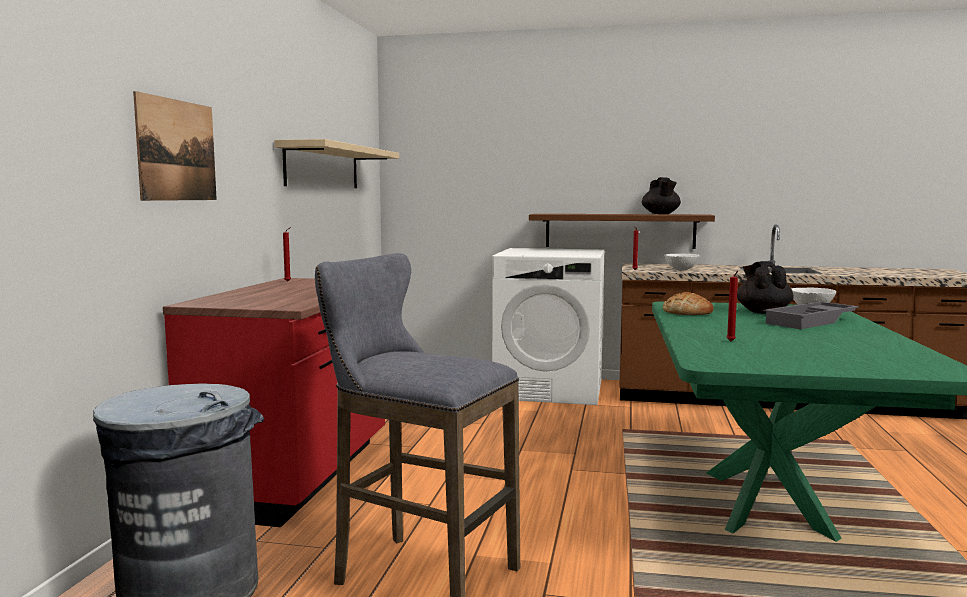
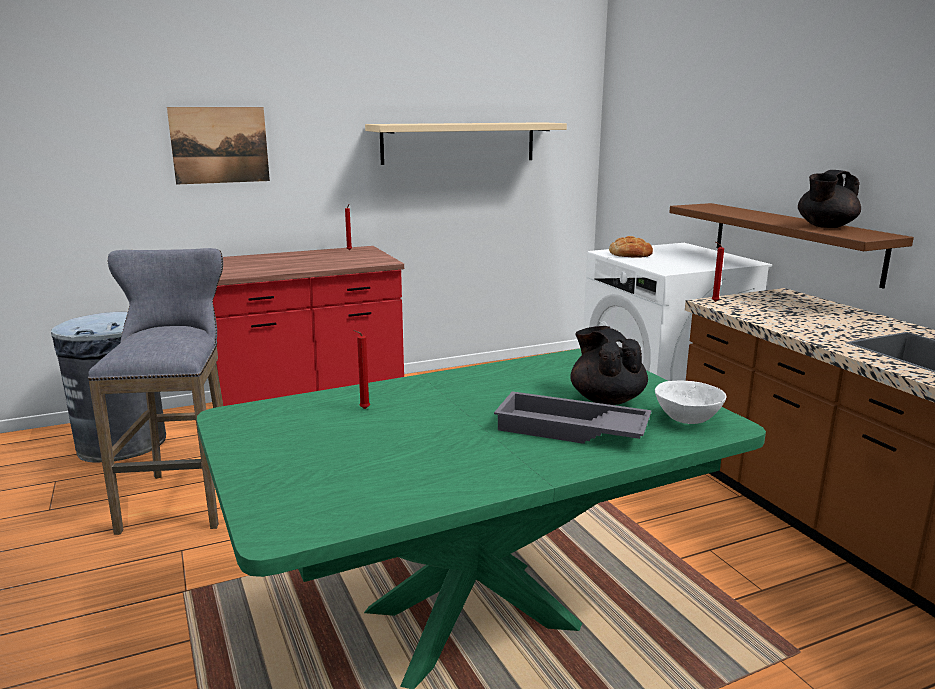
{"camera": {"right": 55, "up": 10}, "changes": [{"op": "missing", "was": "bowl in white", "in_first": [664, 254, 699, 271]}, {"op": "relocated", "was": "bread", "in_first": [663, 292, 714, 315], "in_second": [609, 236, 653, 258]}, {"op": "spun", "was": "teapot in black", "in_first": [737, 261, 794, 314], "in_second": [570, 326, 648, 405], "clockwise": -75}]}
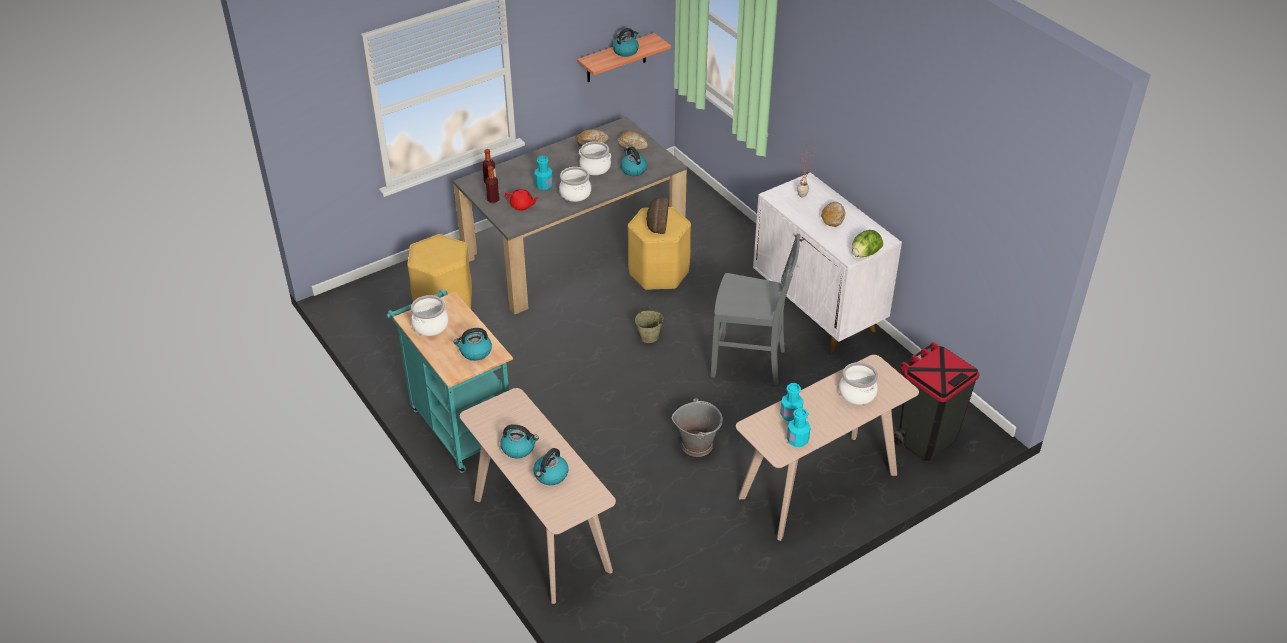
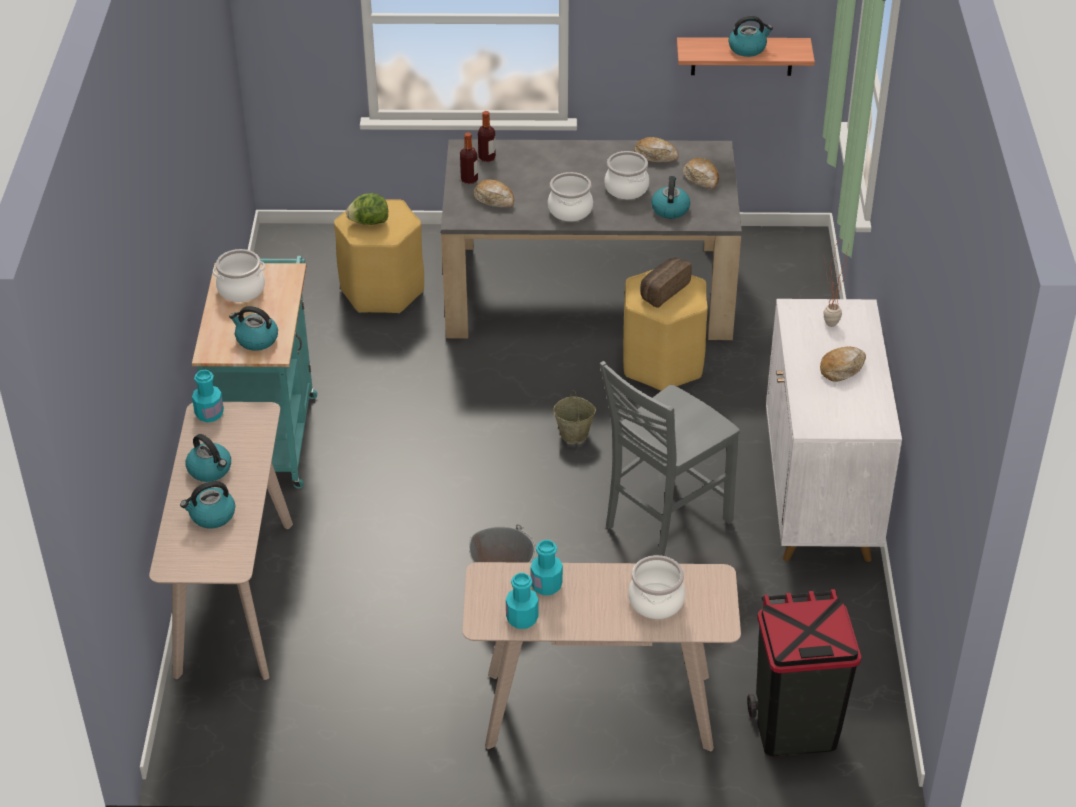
{"camera": {"right": 35, "up": 0}, "changes": [{"op": "relocated", "was": "bottle in turquoise", "in_first": [534, 156, 553, 190], "in_second": [192, 370, 224, 422]}, {"op": "relocated", "was": "lettuce", "in_first": [852, 230, 883, 257], "in_second": [346, 193, 388, 225]}, {"op": "exchanged", "was": "teapot in red", "now": "bread", "in_first": [505, 189, 539, 210], "in_second": [473, 179, 514, 208]}, {"op": "spun", "was": "chair in grey", "in_first": [711, 234, 801, 385], "in_second": [600, 361, 740, 556], "clockwise": 90}]}
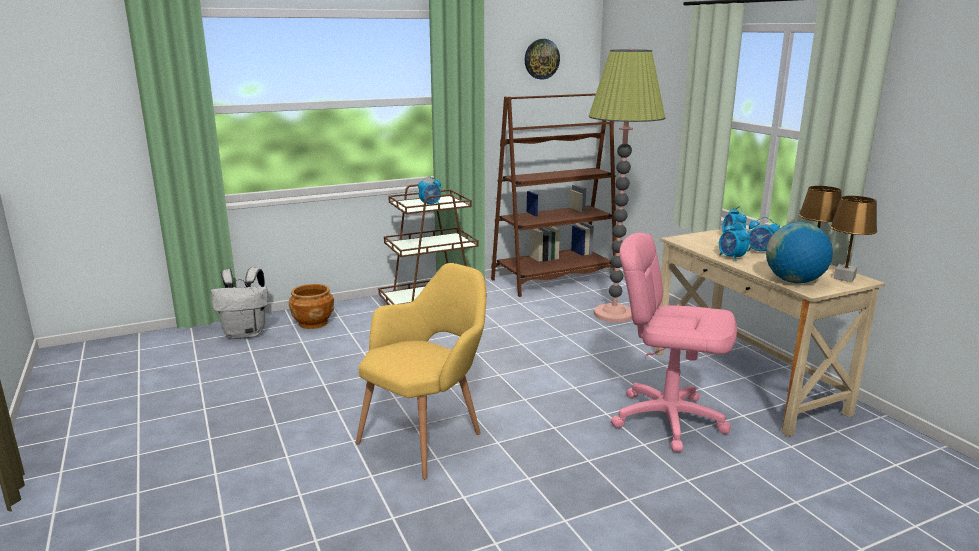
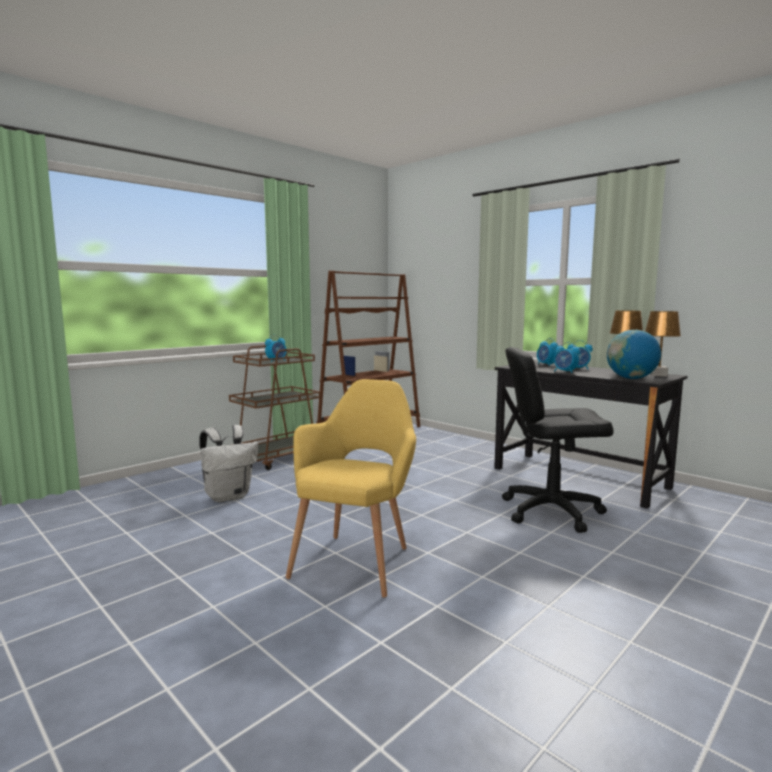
{"camera": {"right": -20, "up": -10}, "changes": [{"op": "missing", "was": "planter in brown", "in_first": [289, 284, 334, 329]}, {"op": "missing", "was": "wall clock", "in_first": [525, 39, 560, 79]}, {"op": "missing", "was": "floor lamp", "in_first": [589, 48, 666, 323]}, {"op": "relocated", "was": "backpack in white", "in_first": [211, 268, 268, 339], "in_second": [199, 425, 258, 503]}, {"op": "colour", "was": "office chair in pink", "now": "office chair in black", "in_first": [611, 233, 737, 452], "in_second": [502, 347, 614, 533]}, {"op": "colour", "was": "desk in beige", "now": "desk in black", "in_first": [654, 229, 885, 437], "in_second": [494, 362, 687, 509]}]}
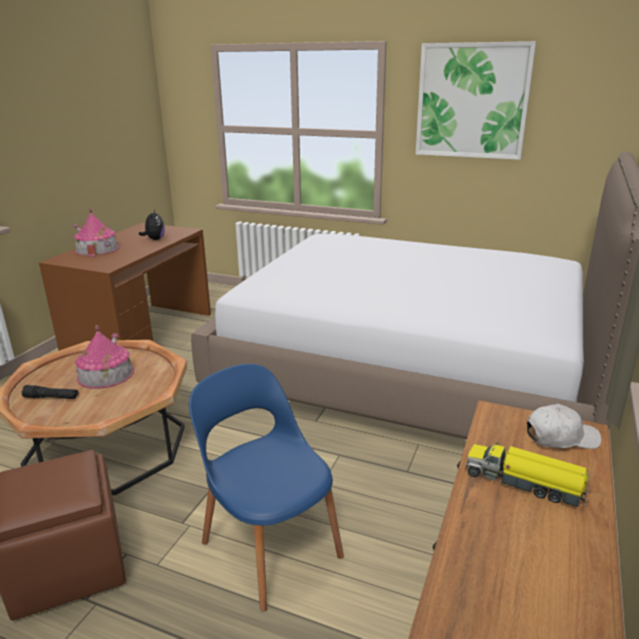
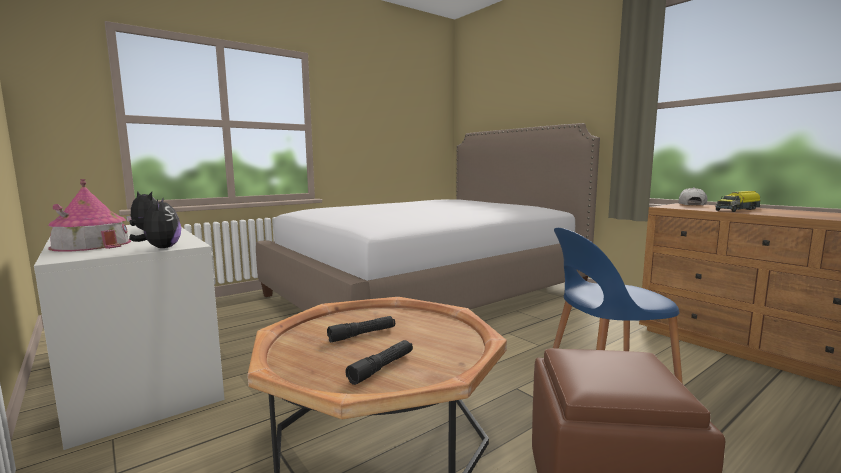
{"camera": {"right": -60, "up": -15}, "changes": [{"op": "missing", "was": "picture", "in_first": [416, 41, 536, 160]}, {"op": "appeared", "now": "plush toy", "in_second": [129, 197, 181, 248]}, {"op": "exchanged", "was": "toy house", "now": "flashlight in black", "in_first": [75, 325, 134, 389], "in_second": [327, 316, 395, 342]}, {"op": "colour", "was": "desk in brown", "now": "desk in white", "in_first": [39, 223, 211, 351], "in_second": [34, 225, 225, 450]}]}
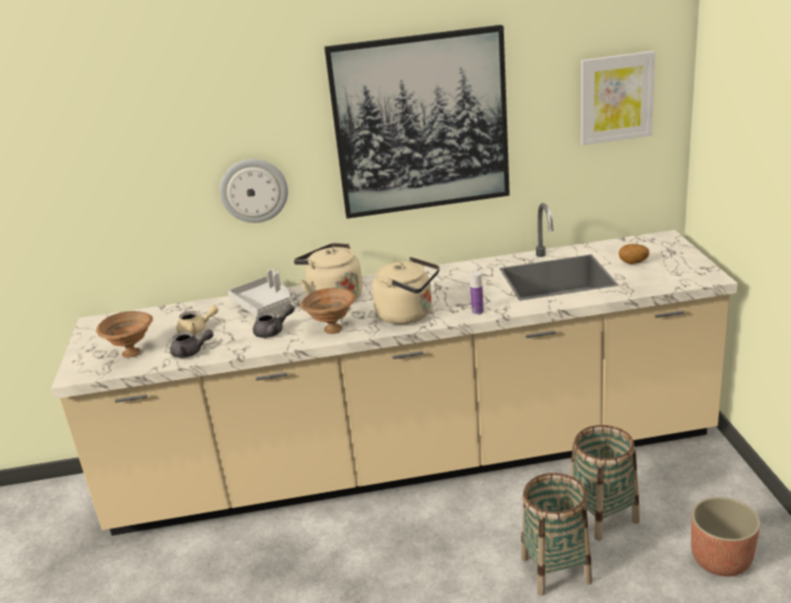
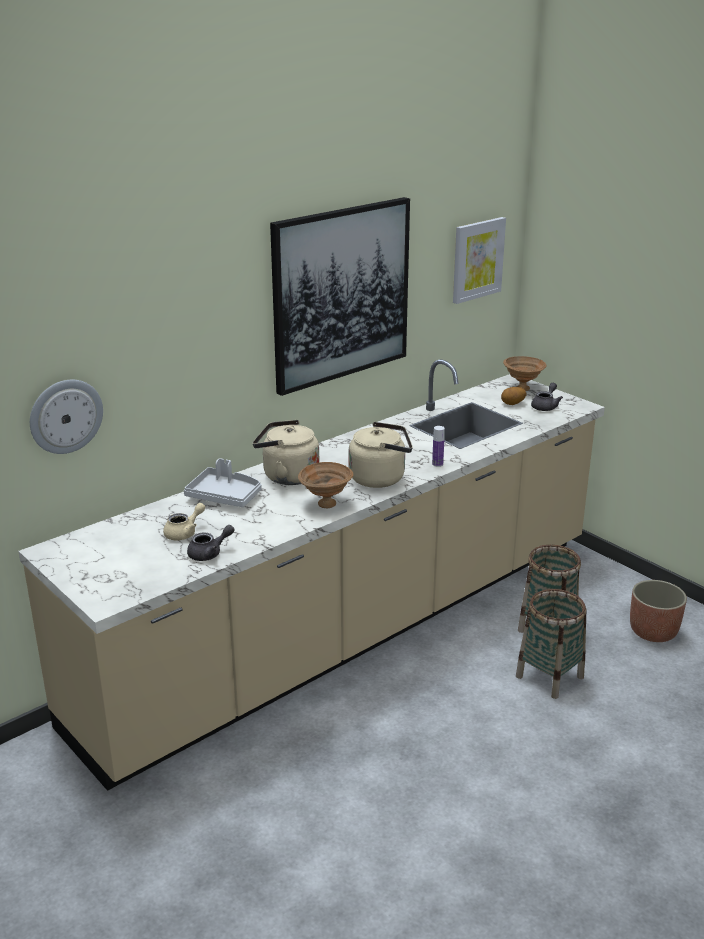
{"camera": {"right": -35, "up": 0}, "changes": [{"op": "relocated", "was": "bowl in brown", "in_first": [96, 311, 153, 358], "in_second": [503, 356, 547, 391]}, {"op": "relocated", "was": "wall clock", "in_first": [220, 159, 288, 223], "in_second": [30, 380, 103, 454]}, {"op": "relocated", "was": "teapot in grey", "in_first": [253, 304, 295, 338], "in_second": [531, 383, 563, 411]}]}
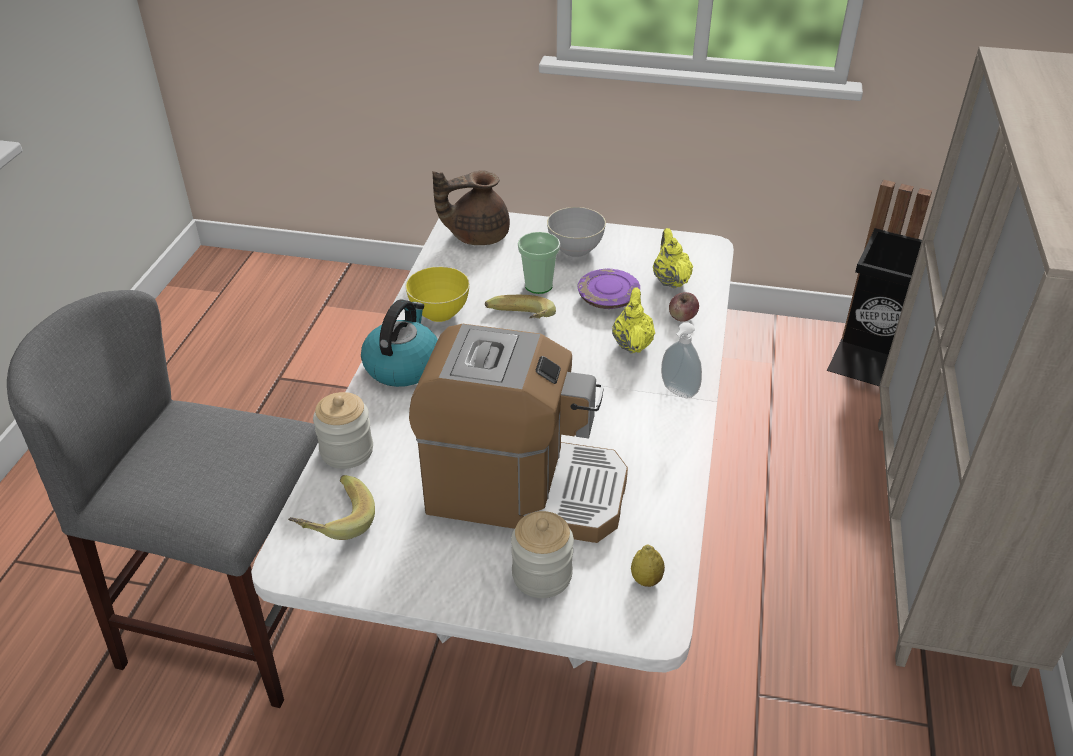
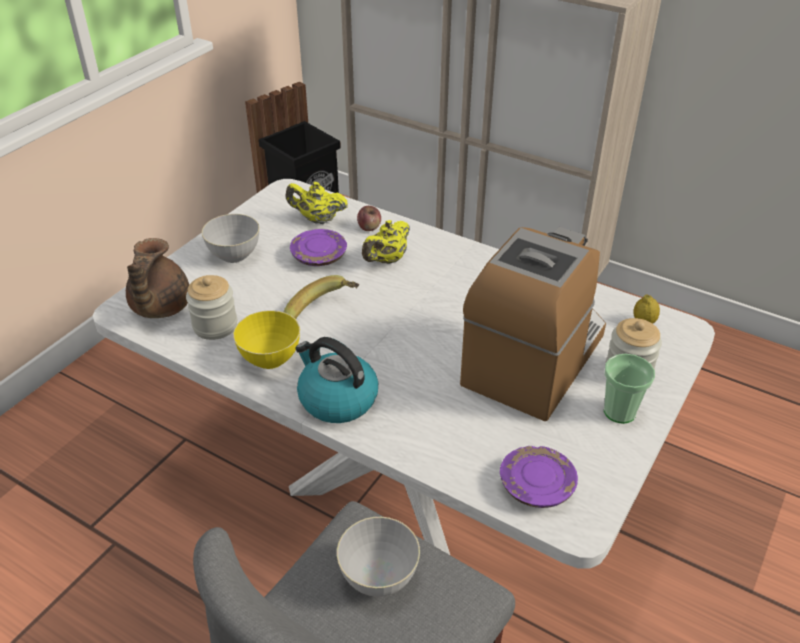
{"camera": {"right": -70, "up": 0}, "changes": [{"op": "missing", "was": "soap dispenser", "in_first": [661, 322, 702, 398]}, {"op": "appeared", "now": "bowl in grey", "in_second": [337, 517, 420, 597]}, {"op": "relocated", "was": "jar", "in_first": [313, 392, 373, 469], "in_second": [186, 275, 237, 340]}, {"op": "relocated", "was": "cup", "in_first": [518, 232, 560, 294], "in_second": [604, 354, 655, 424]}, {"op": "exchanged", "was": "banana", "now": "plate in purple", "in_first": [288, 475, 375, 540], "in_second": [500, 446, 578, 508]}, {"op": "spun", "was": "teapot in yellow", "in_first": [612, 287, 655, 353], "in_second": [362, 220, 410, 264], "clockwise": -75}]}
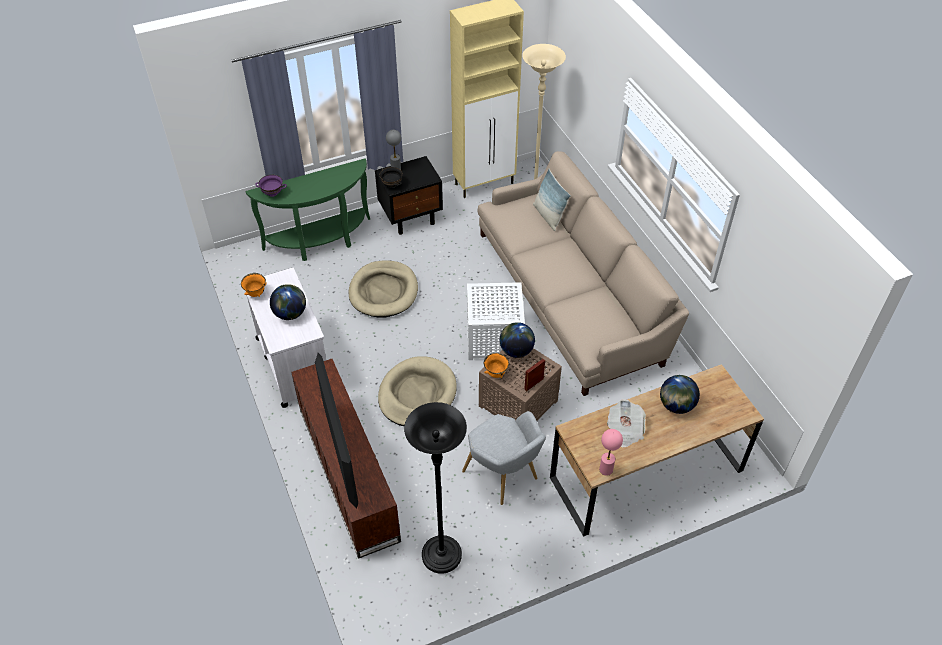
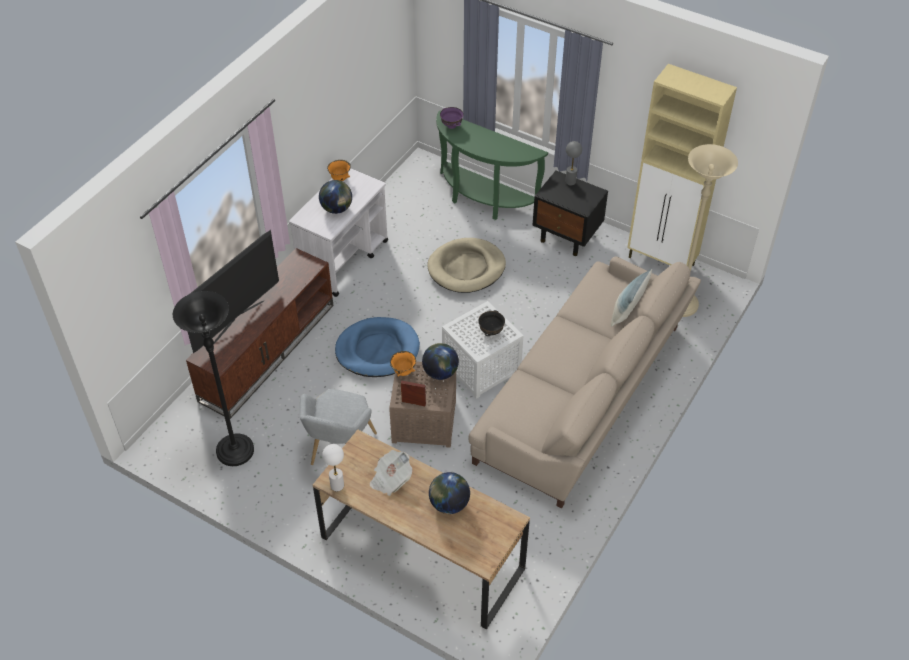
{"camera": {"right": 55, "up": 0}, "changes": [{"op": "relocated", "was": "bowl in black", "in_first": [380, 167, 403, 188], "in_second": [478, 310, 505, 336]}, {"op": "colour", "was": "dog bed in beige", "now": "dog bed in blue", "in_first": [378, 356, 457, 426], "in_second": [335, 317, 420, 377]}, {"op": "colour", "was": "table lamp in pink", "now": "table lamp in white", "in_first": [599, 429, 623, 476], "in_second": [322, 444, 344, 491]}]}
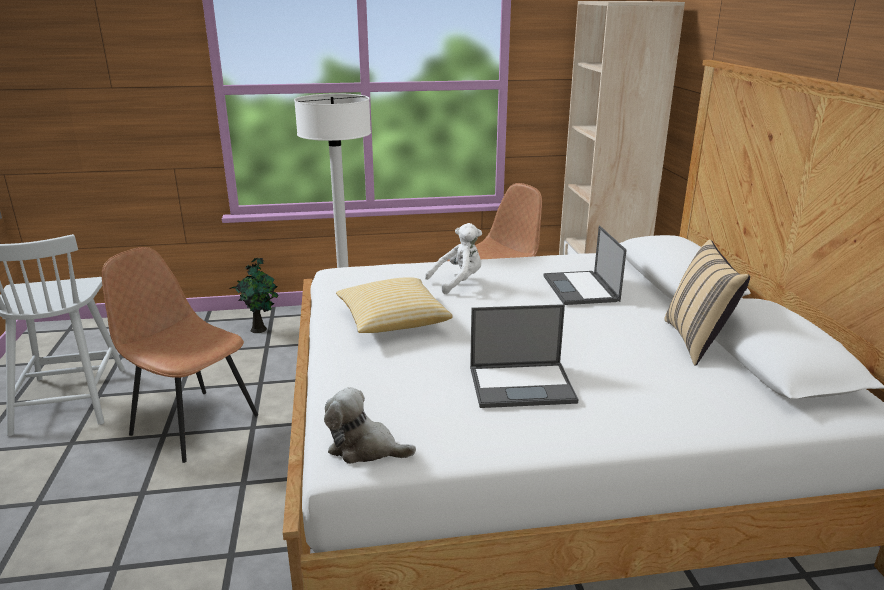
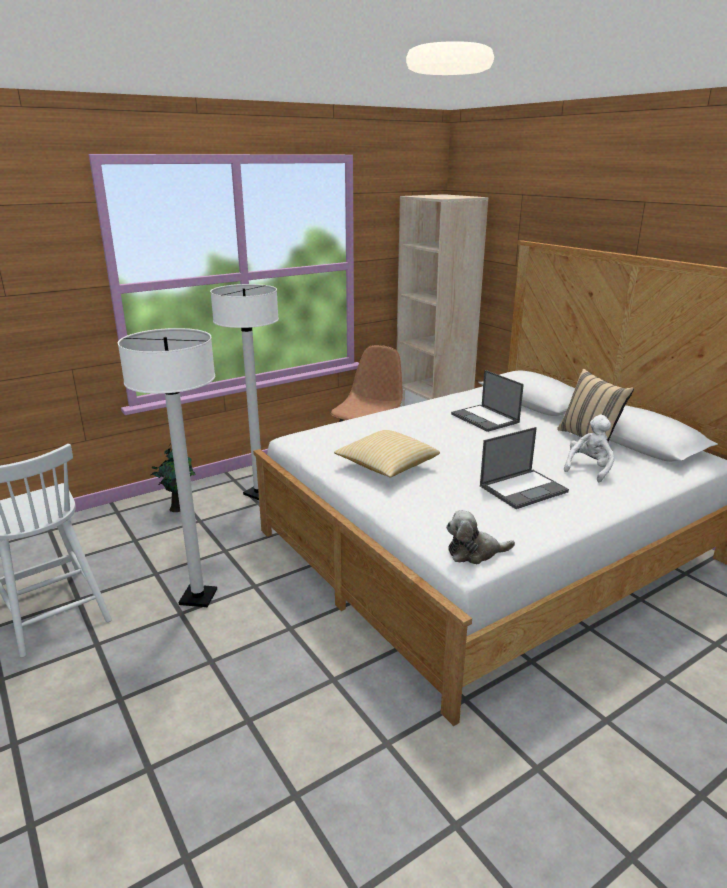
{"camera": {"right": -25, "up": 0}, "changes": [{"op": "relocated", "was": "plush toy in white", "in_first": [425, 223, 482, 294], "in_second": [564, 415, 614, 482]}, {"op": "exchanged", "was": "chair in brown", "now": "floor lamp in white", "in_first": [102, 247, 258, 463], "in_second": [118, 328, 217, 607]}]}
